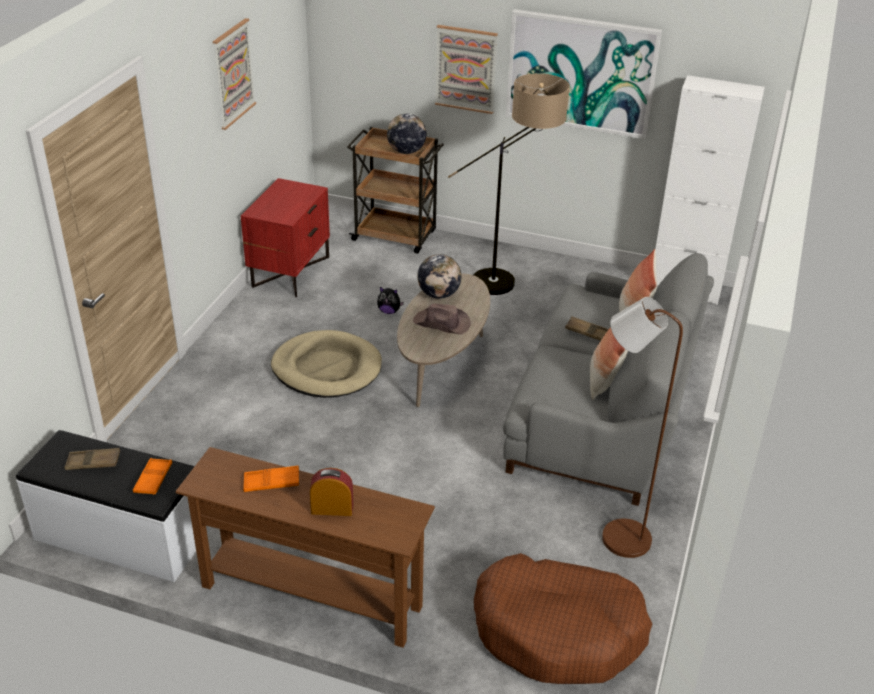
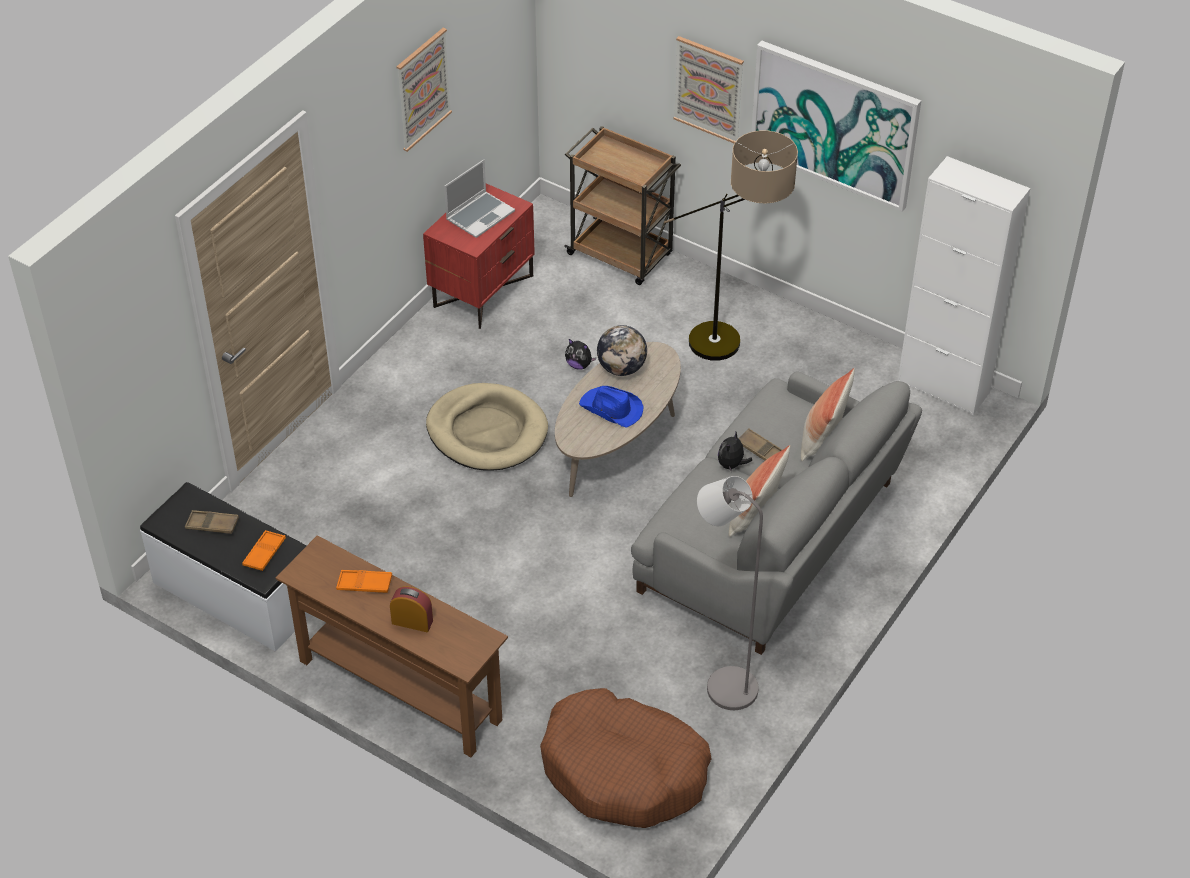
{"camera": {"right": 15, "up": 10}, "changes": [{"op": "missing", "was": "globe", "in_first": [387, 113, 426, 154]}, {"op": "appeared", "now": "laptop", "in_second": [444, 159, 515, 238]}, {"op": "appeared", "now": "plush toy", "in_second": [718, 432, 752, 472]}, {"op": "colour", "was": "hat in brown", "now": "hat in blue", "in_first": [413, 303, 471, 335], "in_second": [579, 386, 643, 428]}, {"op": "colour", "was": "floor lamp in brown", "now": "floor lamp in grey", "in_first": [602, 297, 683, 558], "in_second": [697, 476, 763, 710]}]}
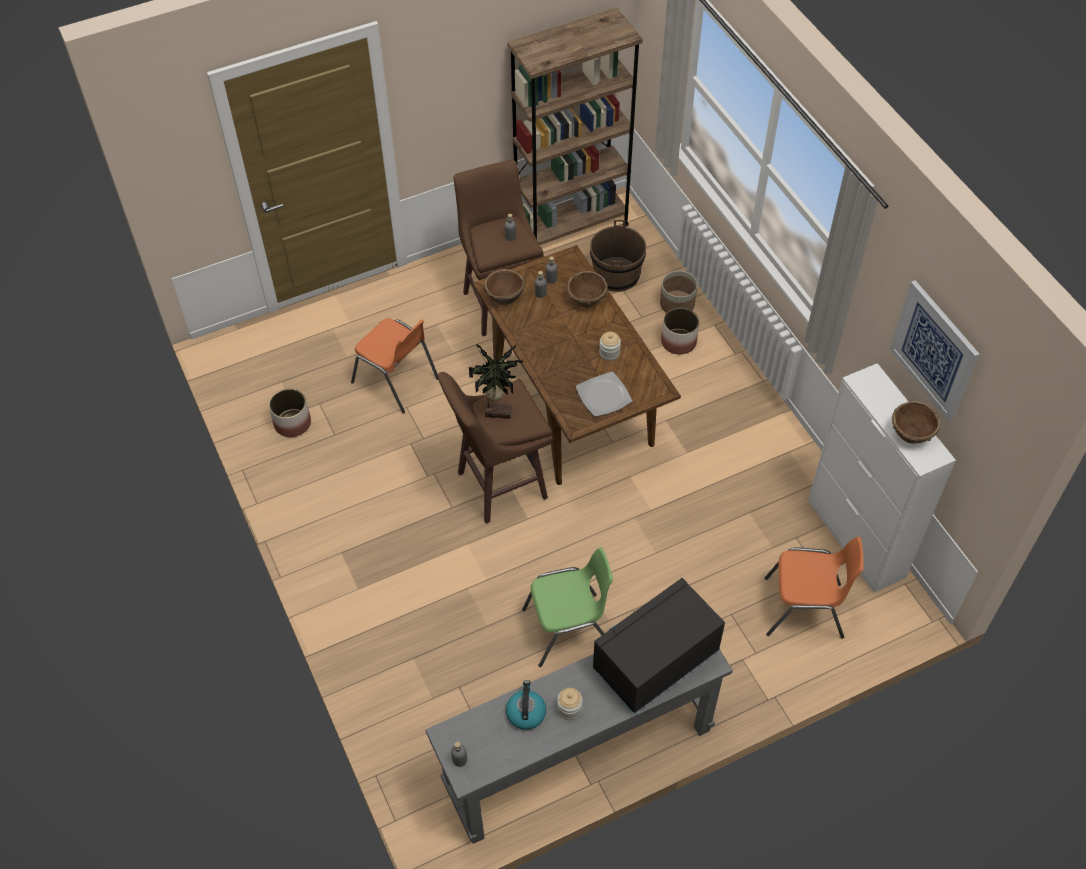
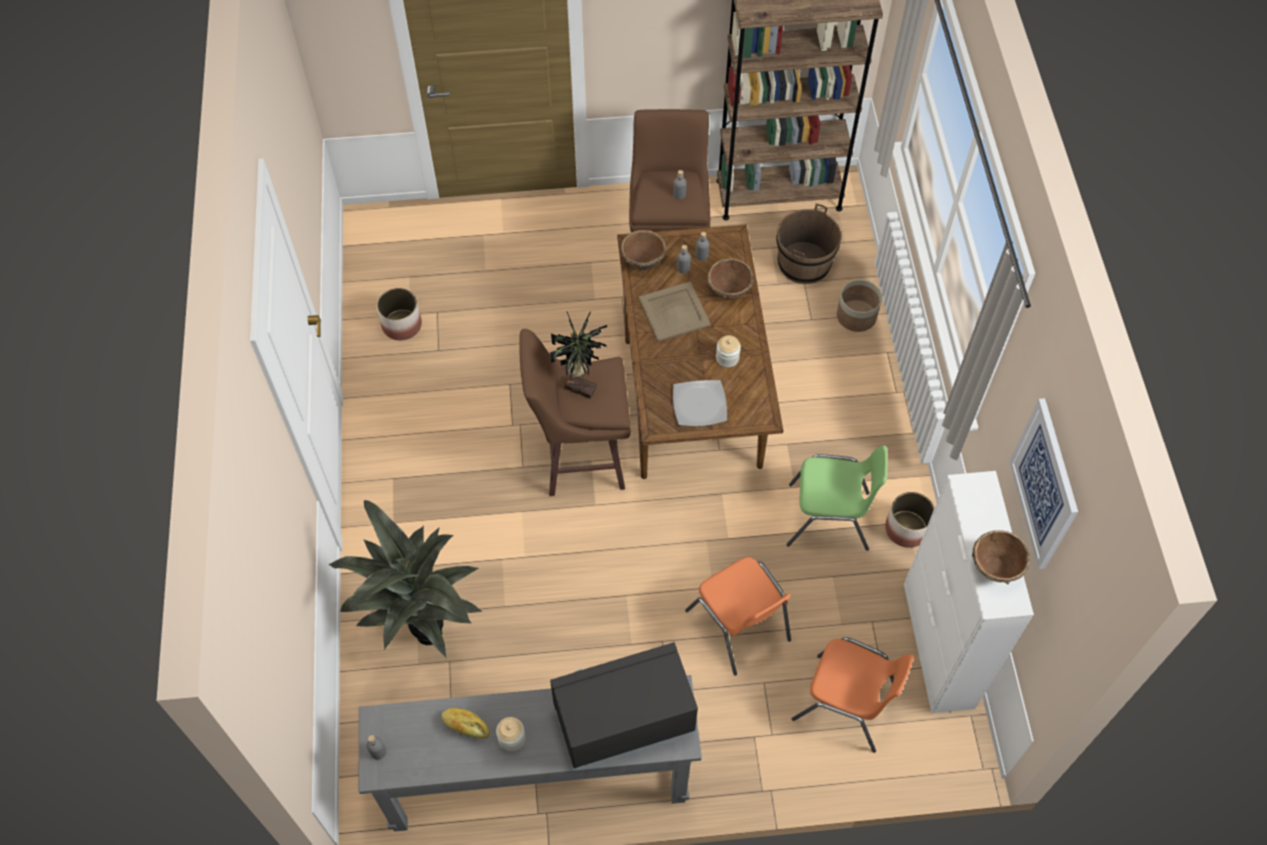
{"camera": {"right": 20, "up": 5}, "changes": [{"op": "appeared", "now": "potted plant", "in_second": [328, 500, 482, 657]}, {"op": "appeared", "now": "tray in beige", "in_second": [638, 281, 711, 342]}, {"op": "relocated", "was": "chair in orange", "in_first": [351, 318, 438, 414], "in_second": [685, 557, 791, 676]}, {"op": "relocated", "was": "chair in green", "in_first": [522, 547, 613, 667], "in_second": [786, 445, 887, 551]}, {"op": "relocated", "was": "planter", "in_first": [661, 308, 699, 355], "in_second": [885, 492, 934, 548]}, {"op": "exchanged", "was": "kettle", "now": "bread", "in_first": [506, 680, 546, 730], "in_second": [441, 708, 490, 739]}]}
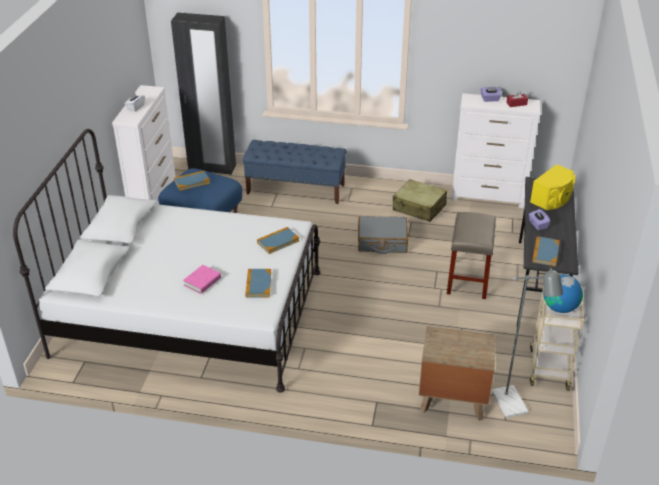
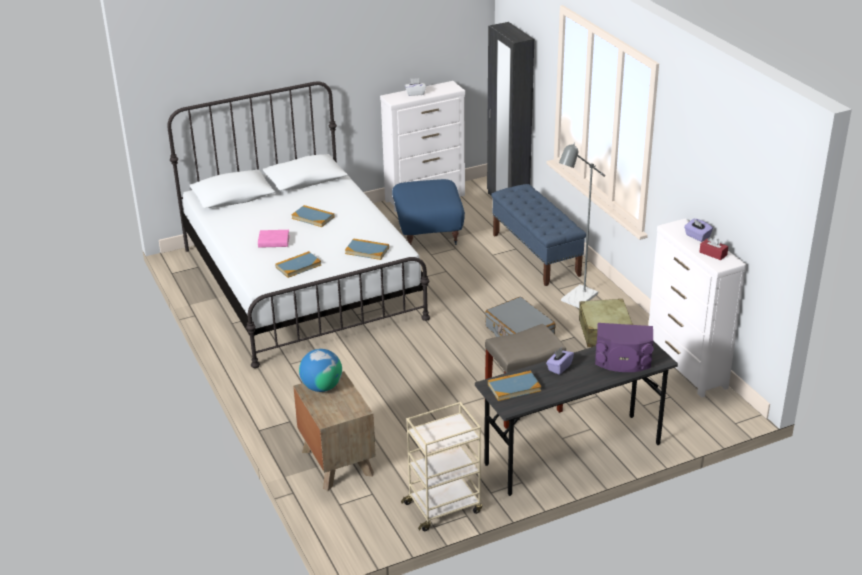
{"camera": {"right": 55, "up": -5}, "changes": [{"op": "relocated", "was": "book", "in_first": [174, 171, 210, 191], "in_second": [292, 205, 334, 227]}, {"op": "relocated", "was": "floor lamp in grey", "in_first": [492, 267, 563, 418], "in_second": [559, 143, 606, 308]}, {"op": "relocated", "was": "globe", "in_first": [543, 274, 583, 313], "in_second": [299, 349, 342, 392]}, {"op": "colour", "was": "speaker in yellow", "now": "speaker in purple", "in_first": [530, 164, 576, 210], "in_second": [595, 323, 654, 372]}]}
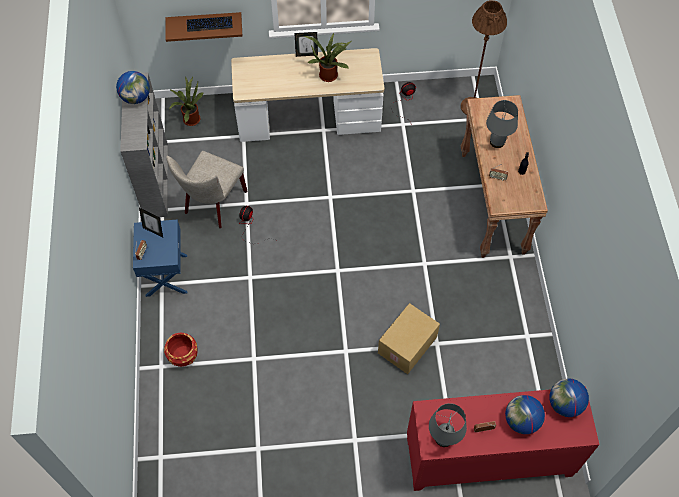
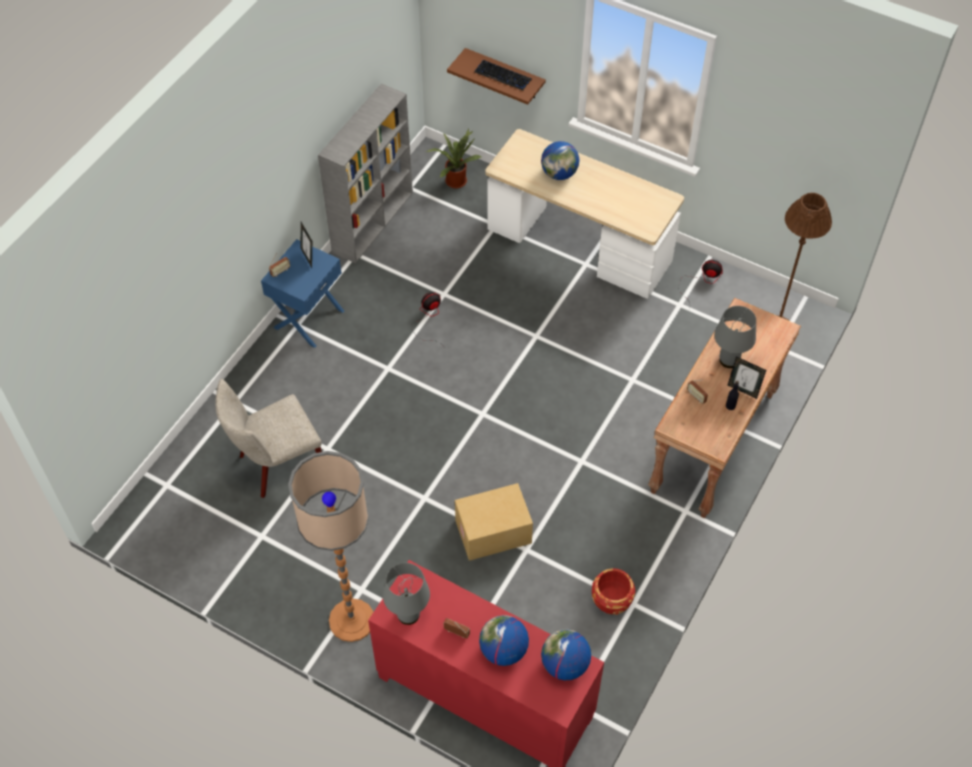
{"camera": {"right": 35, "up": -5}, "changes": [{"op": "missing", "was": "potted plant", "in_first": [305, 33, 351, 82]}, {"op": "appeared", "now": "floor lamp", "in_second": [288, 451, 373, 642]}, {"op": "relocated", "was": "globe", "in_first": [116, 71, 150, 104], "in_second": [541, 141, 579, 180]}, {"op": "relocated", "was": "planter in red", "in_first": [164, 332, 198, 367], "in_second": [592, 568, 635, 615]}, {"op": "relocated", "was": "chair in beige", "in_first": [166, 151, 247, 228], "in_second": [215, 379, 322, 498]}, {"op": "relocated", "was": "picture frame", "in_first": [294, 32, 318, 57], "in_second": [728, 356, 766, 399]}]}
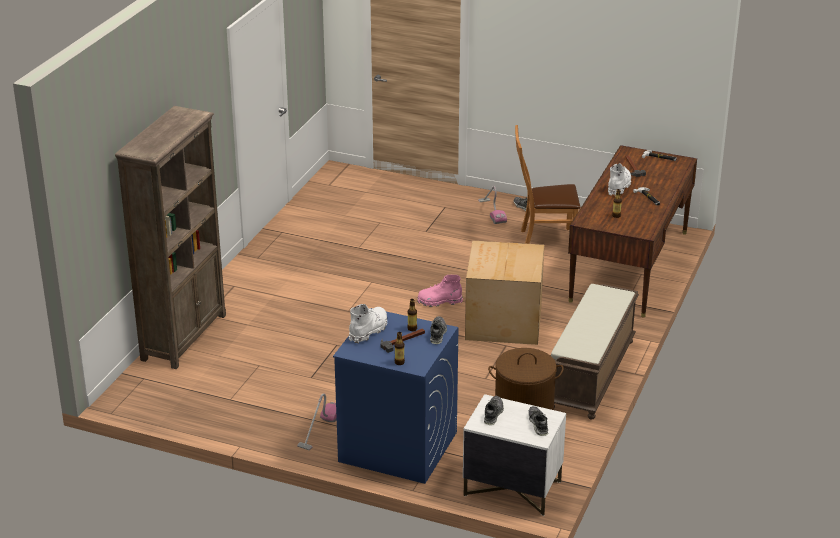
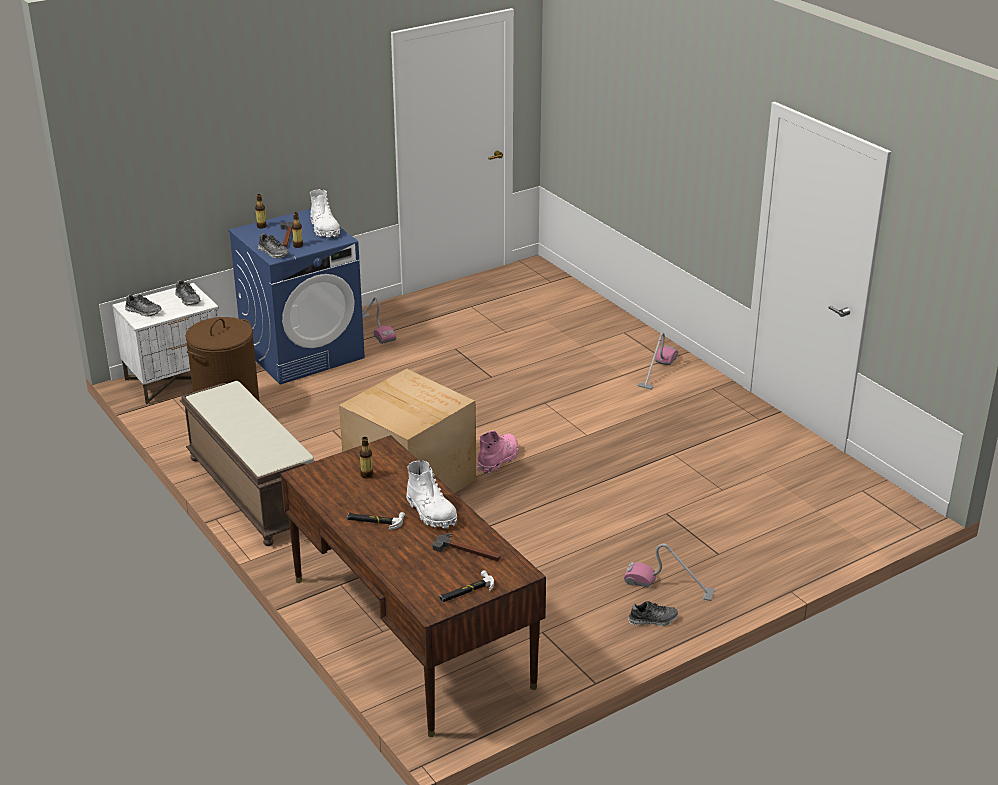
{"camera": {"right": 125, "up": 0}, "changes": [{"op": "missing", "was": "bookcase in brown", "in_first": [115, 106, 226, 369]}, {"op": "missing", "was": "chair in brown", "in_first": [515, 125, 580, 244]}, {"op": "appeared", "now": "vacuum cleaner", "in_second": [637, 332, 678, 390]}]}
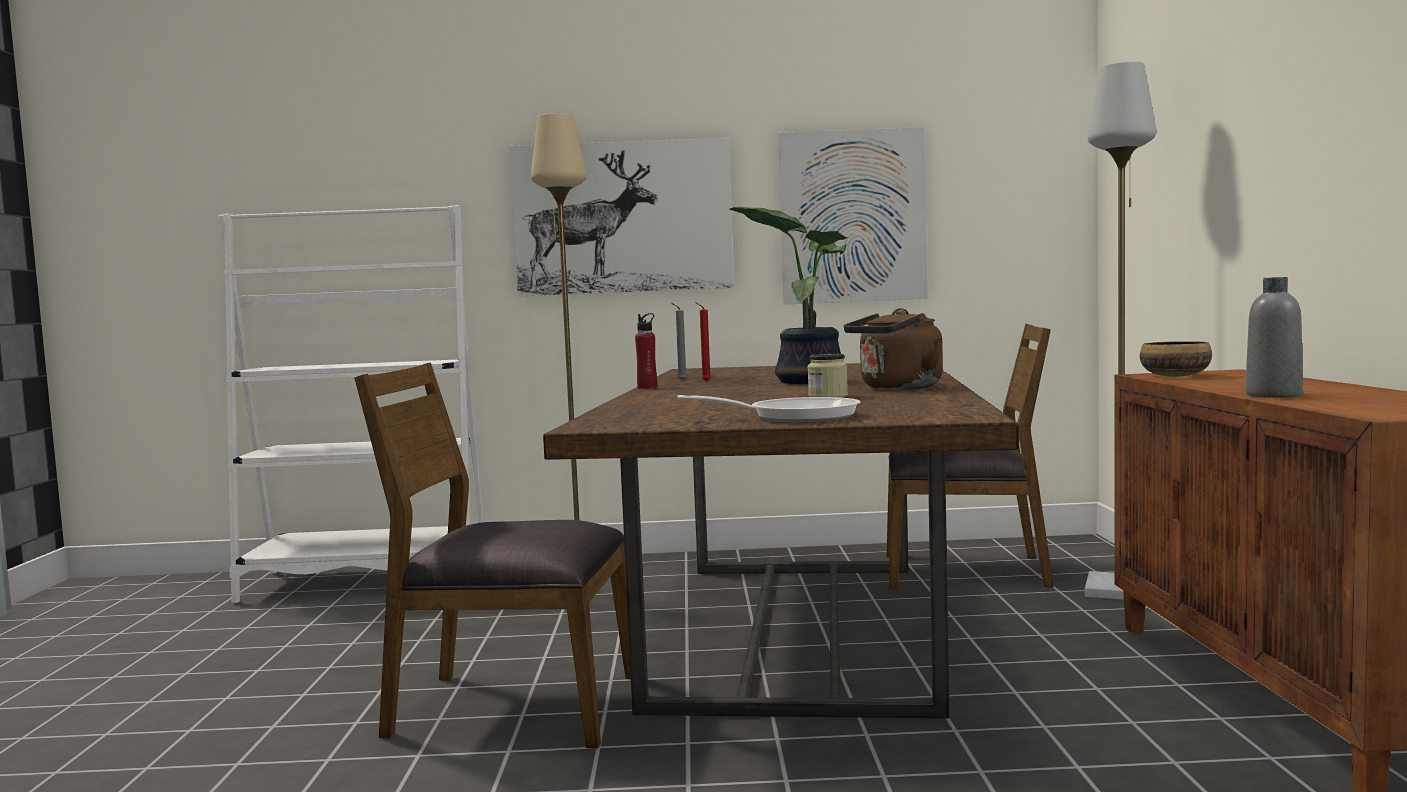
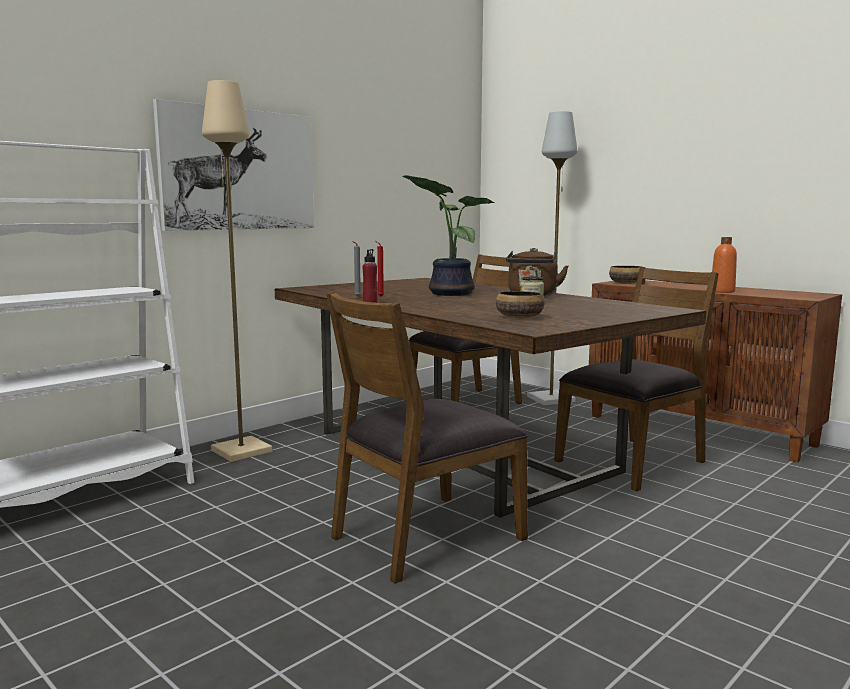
{"camera": {"right": -45, "up": 5}, "changes": [{"op": "missing", "was": "frying pan", "in_first": [677, 395, 861, 422]}, {"op": "missing", "was": "picture", "in_first": [778, 127, 928, 305]}, {"op": "appeared", "now": "bowl", "in_second": [496, 291, 545, 318]}, {"op": "appeared", "now": "chair in brown", "in_second": [554, 267, 719, 491]}, {"op": "colour", "was": "bottle in grey", "now": "bottle in orange", "in_first": [1245, 277, 1303, 398], "in_second": [712, 237, 737, 293]}]}
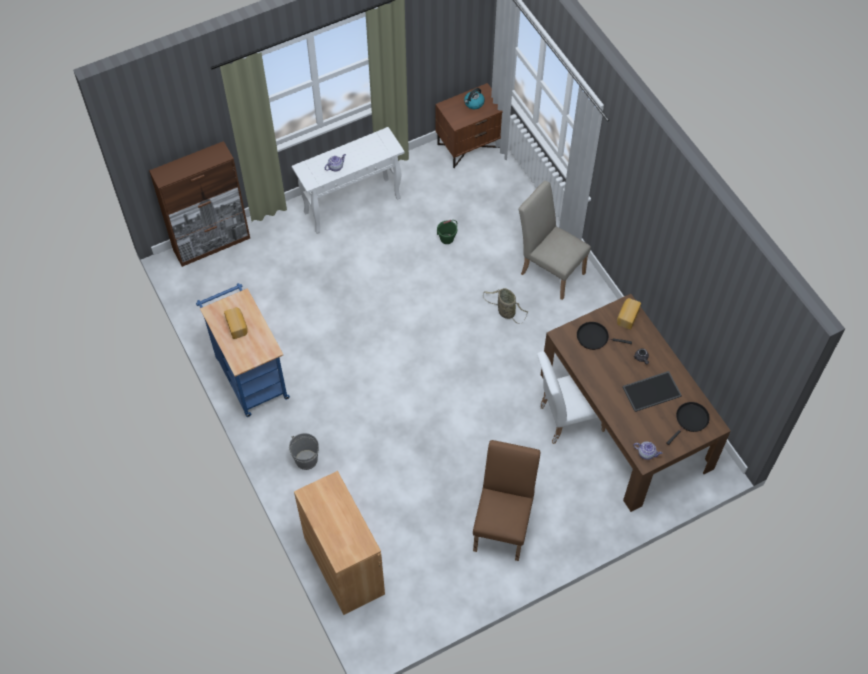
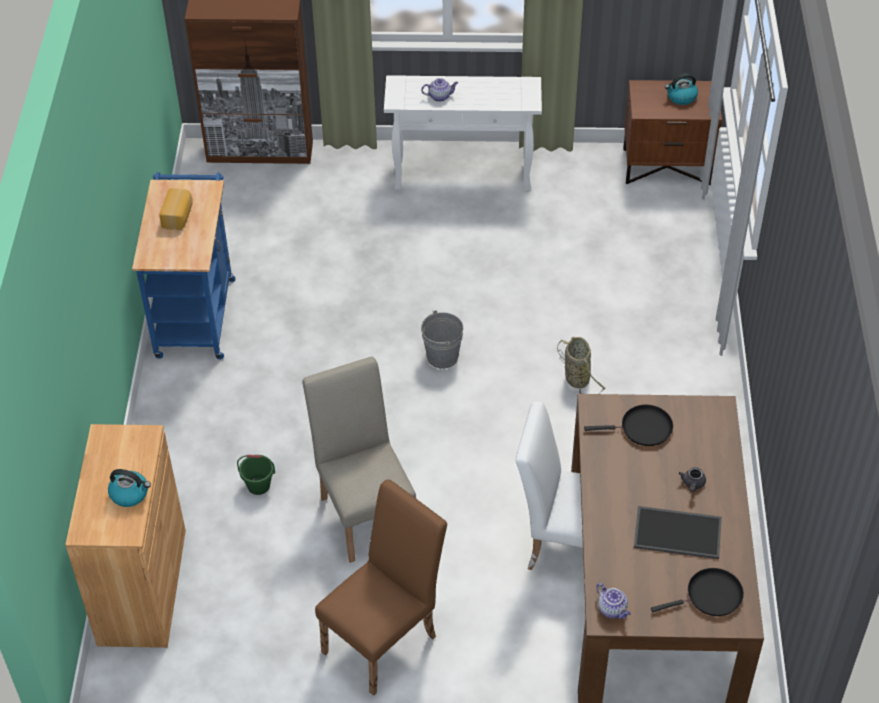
{"camera": {"right": 30, "up": -10}, "changes": [{"op": "missing", "was": "bread", "in_first": [617, 298, 641, 330]}, {"op": "appeared", "now": "kettle", "in_second": [108, 469, 151, 507]}, {"op": "relocated", "was": "bucket in grey", "in_first": [289, 433, 319, 470], "in_second": [421, 311, 463, 369]}, {"op": "relocated", "was": "bucket in green", "in_first": [437, 220, 457, 244], "in_second": [237, 455, 275, 495]}, {"op": "relocated", "was": "chair in beige", "in_first": [519, 181, 591, 300], "in_second": [302, 356, 416, 563]}, {"op": "spun", "was": "frying pan in black", "in_first": [577, 322, 632, 350], "in_second": [584, 405, 673, 446], "clockwise": 135}]}
